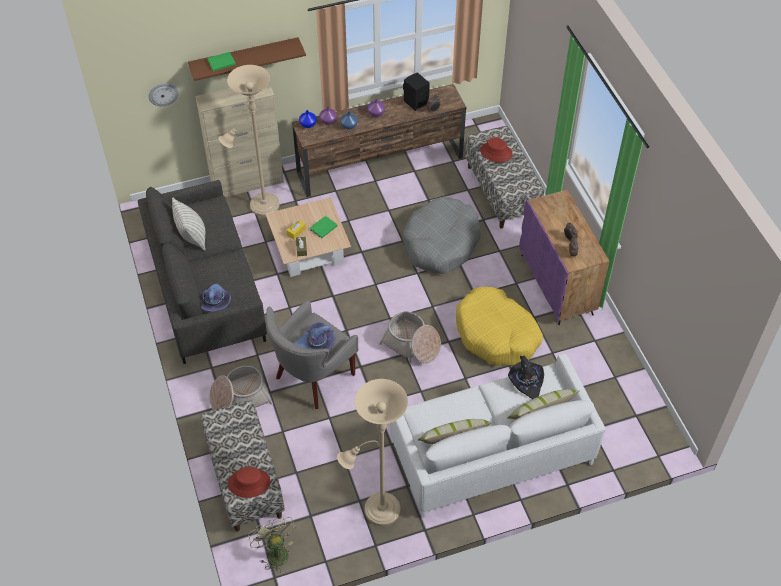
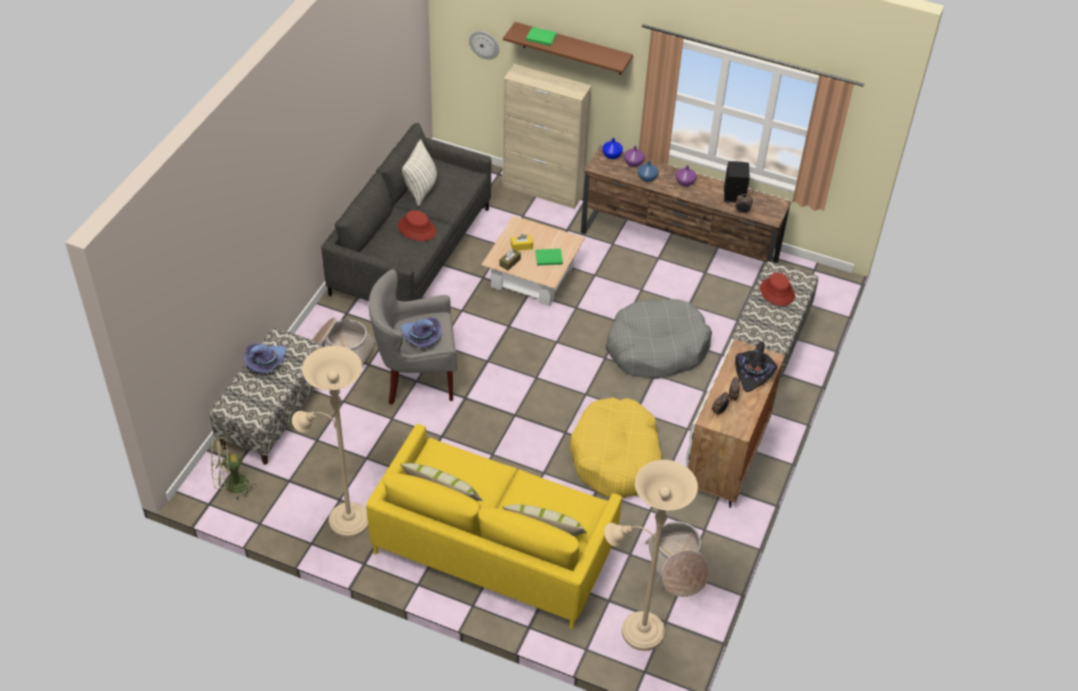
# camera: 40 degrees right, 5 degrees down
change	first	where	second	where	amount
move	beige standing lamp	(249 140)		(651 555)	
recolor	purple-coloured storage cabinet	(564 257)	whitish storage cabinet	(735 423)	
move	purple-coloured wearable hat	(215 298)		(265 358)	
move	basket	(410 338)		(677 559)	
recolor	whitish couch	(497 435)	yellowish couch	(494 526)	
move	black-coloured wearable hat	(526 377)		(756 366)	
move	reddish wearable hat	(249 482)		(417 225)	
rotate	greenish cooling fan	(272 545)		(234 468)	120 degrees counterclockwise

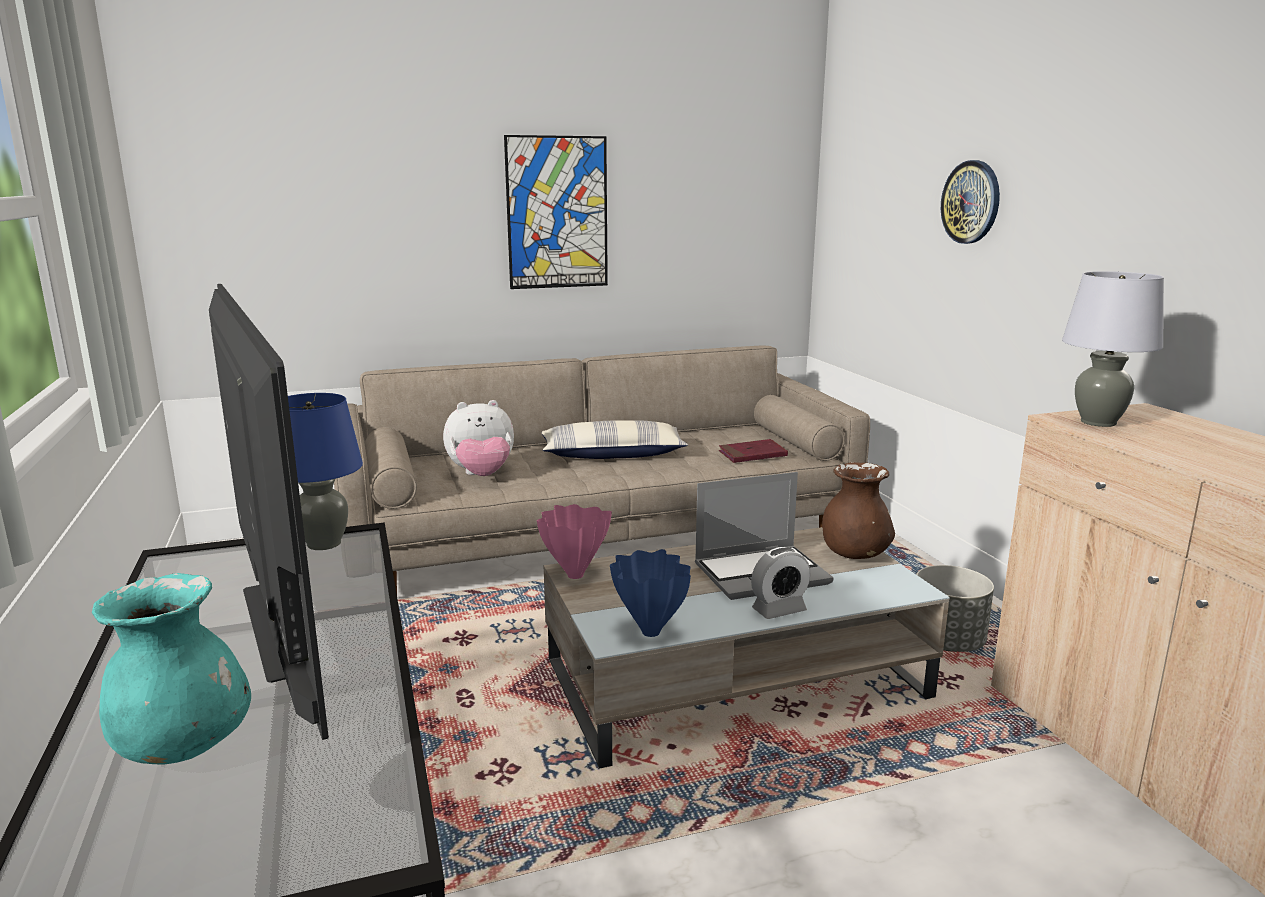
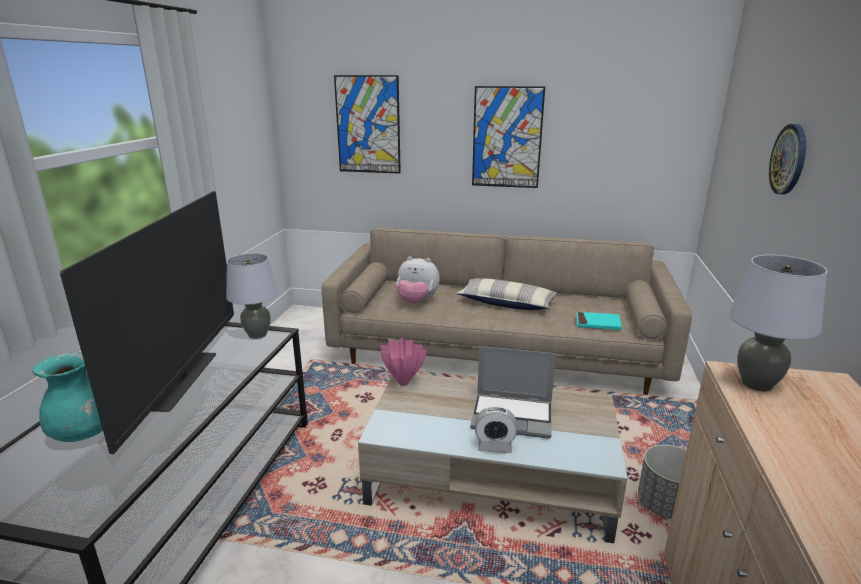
# camera: 30 degrees right, 5 degrees up
change	first	where	second	where	amount
recolor	blue lamp for a table	(325 471)	greyish lamp for a table	(252 296)	
recolor	reddish bound book	(753 451)	turquoise bound book	(599 321)	
delete	brown-coloured flower vase	(858 510)			
delete	blue flower vase	(650 593)			
insert			wall picture	(367 124)	

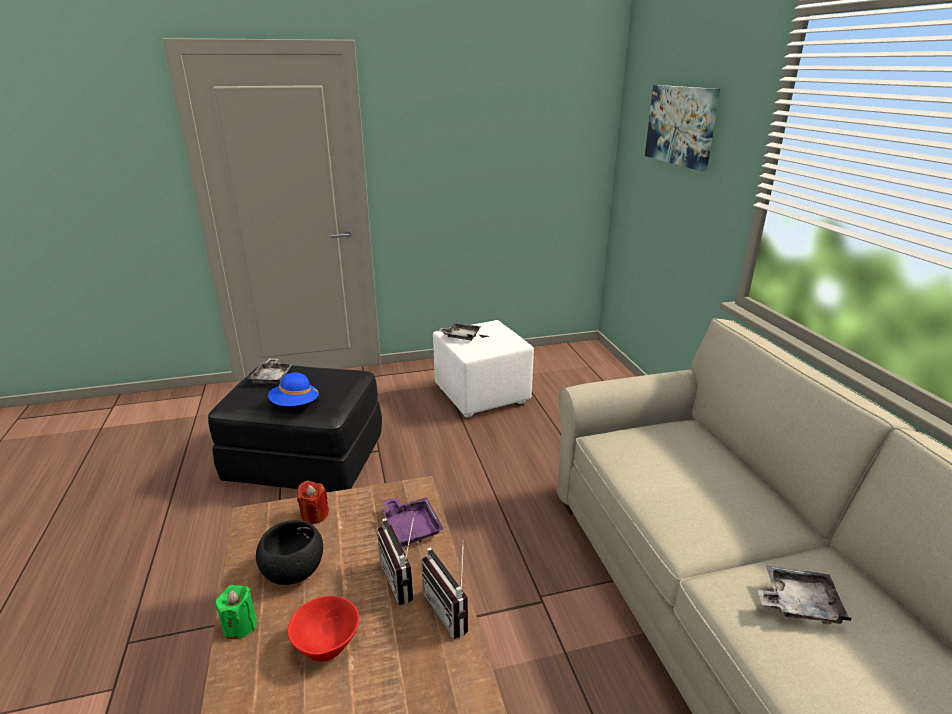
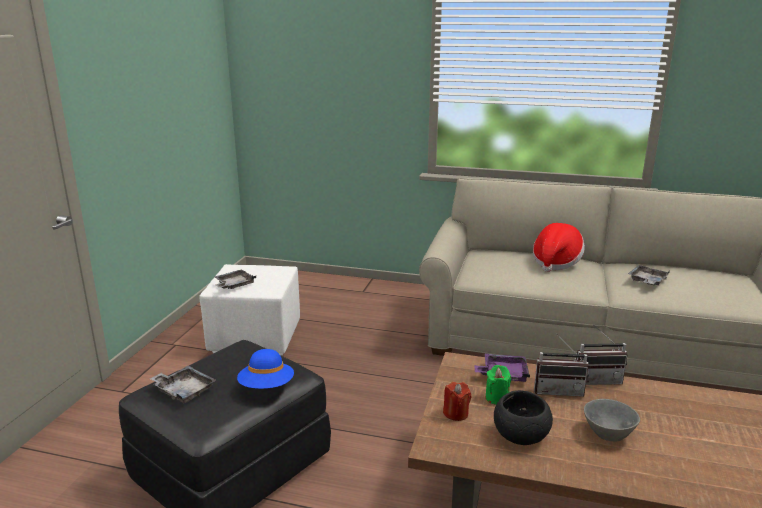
# camera: 60 degrees left, 5 degrees down
change	first	where	second	where	amount
delete	wall picture	(682 128)			
move	greenish wax light	(236 612)		(498 385)	
recolor	reddish bowl	(323 629)	greyish bowl	(612 420)	
insert			wearable hat	(559 247)	

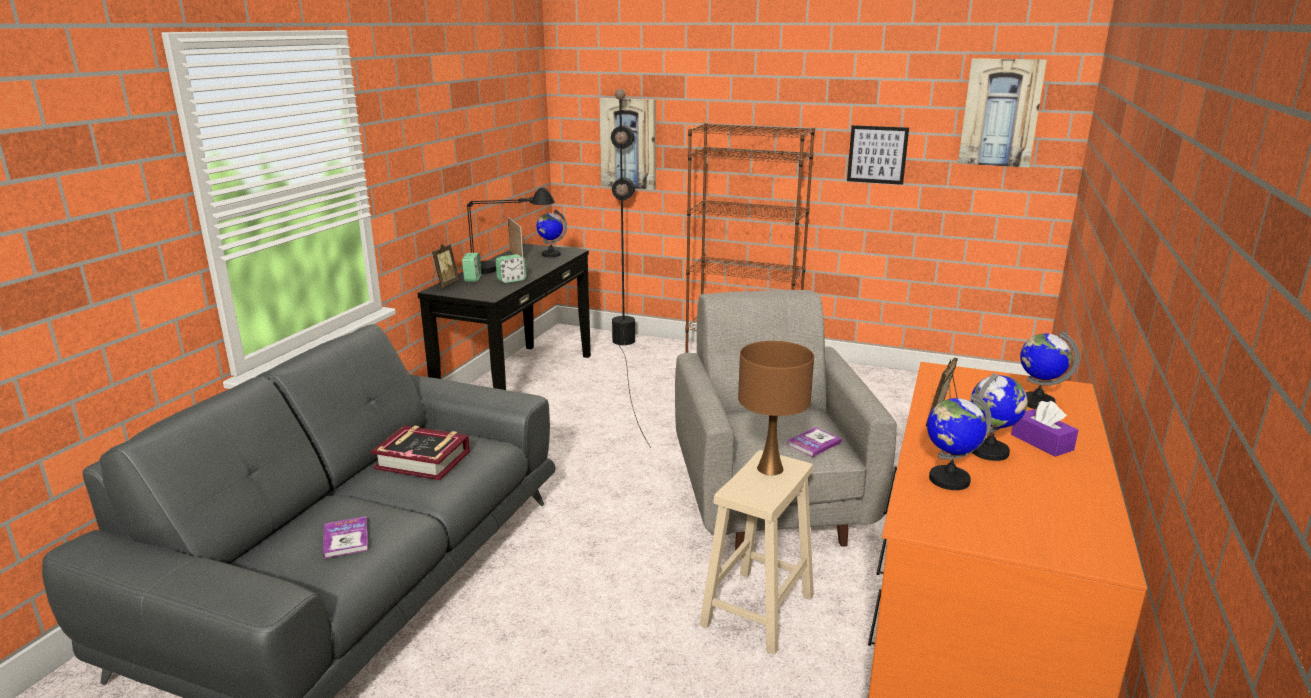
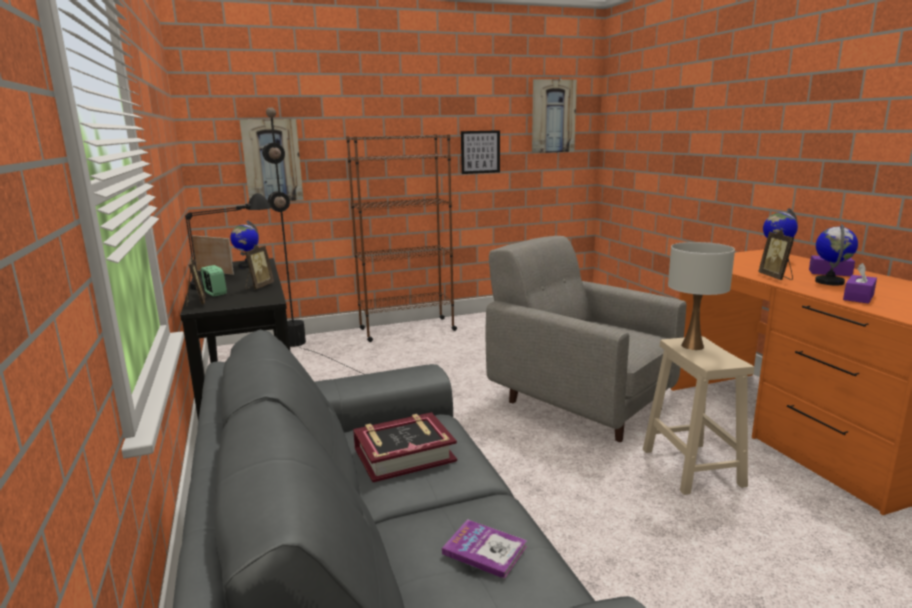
# camera: 40 degrees left, 5 degrees down
change	first	where	second	where	amount
replace	table clock	(511 268)	standing frame	(259 266)	
recolor	brown-coloured lamp for a table	(776 408)	whitish lamp for a table	(701 296)	
replace	world globe	(959 442)	purple-coloured box of tissues	(860 283)	
delete	bound book	(814 442)			

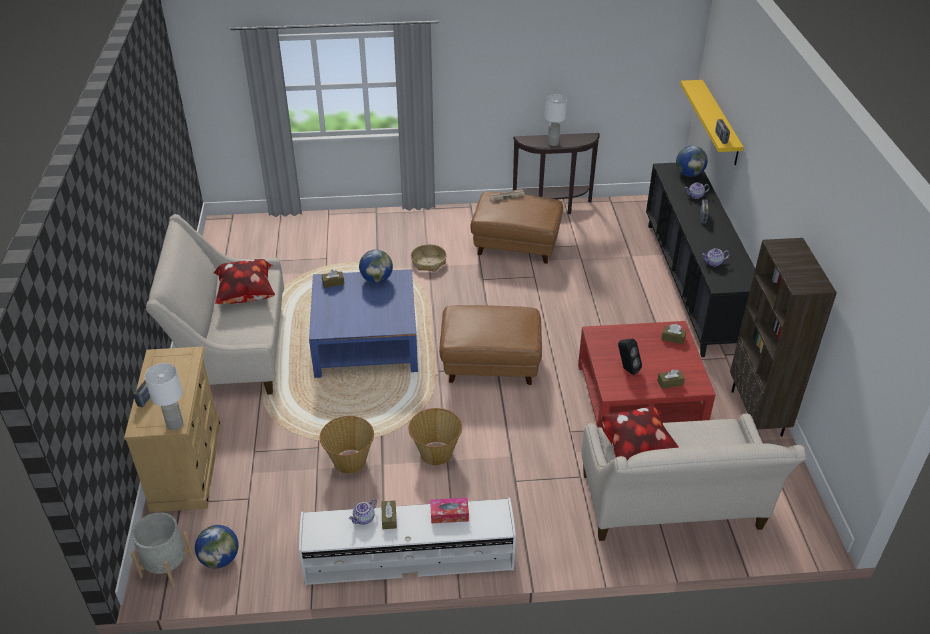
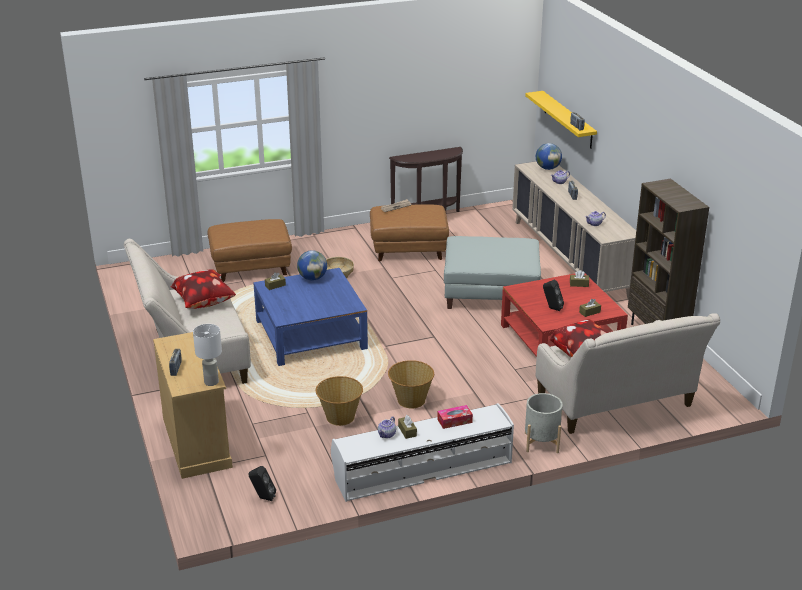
# camera: 15 degrees left, 10 degrees down
change	first	where	second	where	amount
delete	whitish lamp for a table	(556 120)			
recolor	black-coloured storage cabinet	(700 260)	beige storage cabinet	(574 230)	
move	brown-coloured ottoman	(490 345)		(250 250)	
move	greyish planter	(162 550)		(544 423)	
replace	world globe	(217 546)	black-coloured audio speaker	(262 483)	
insert			greyish ottoman	(492 272)	

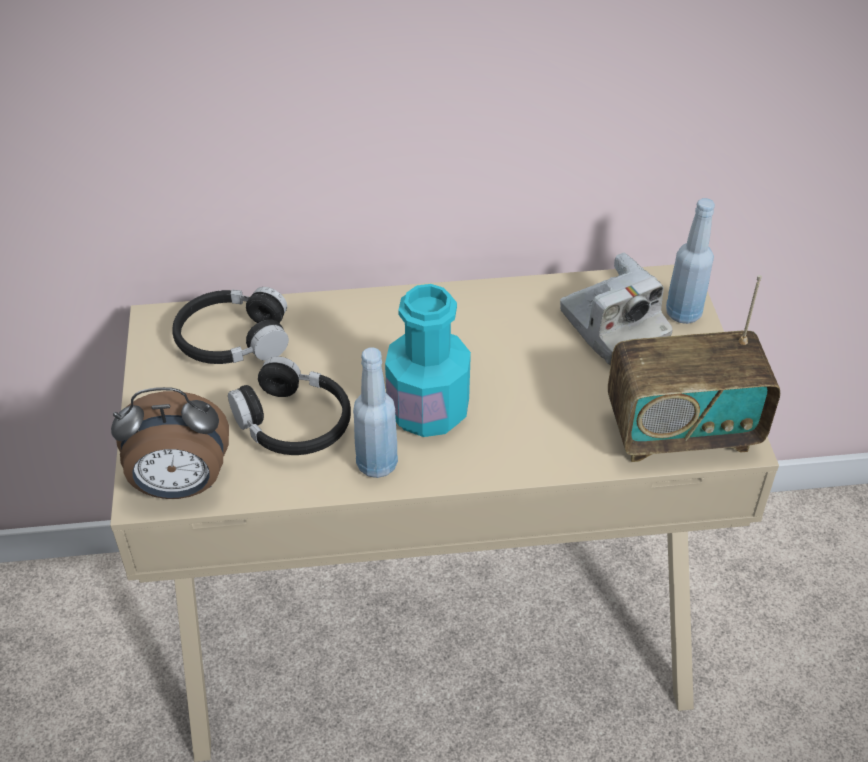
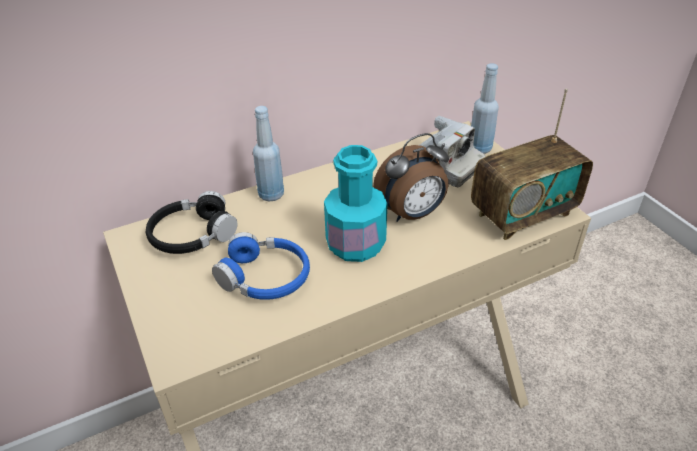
# camera: 20 degrees left, 5 degrees down
change	first	where	second	where	amount
move	blue drink bottle	(375 412)		(268 154)	
recolor	black-coloured headset	(289 405)	blue headset	(261 266)	
move	table clock	(170 443)		(411 177)	

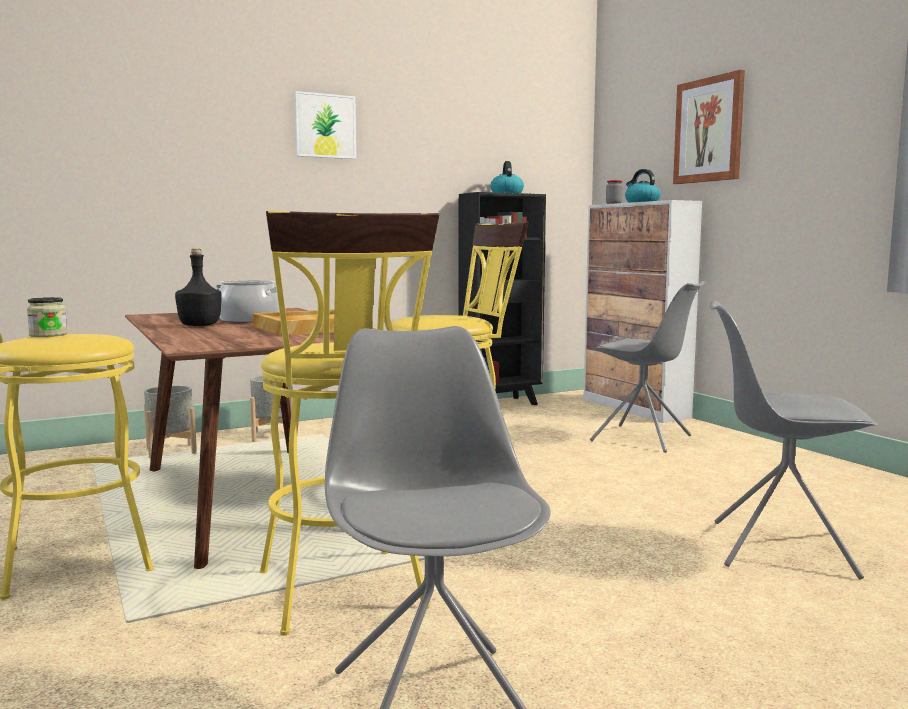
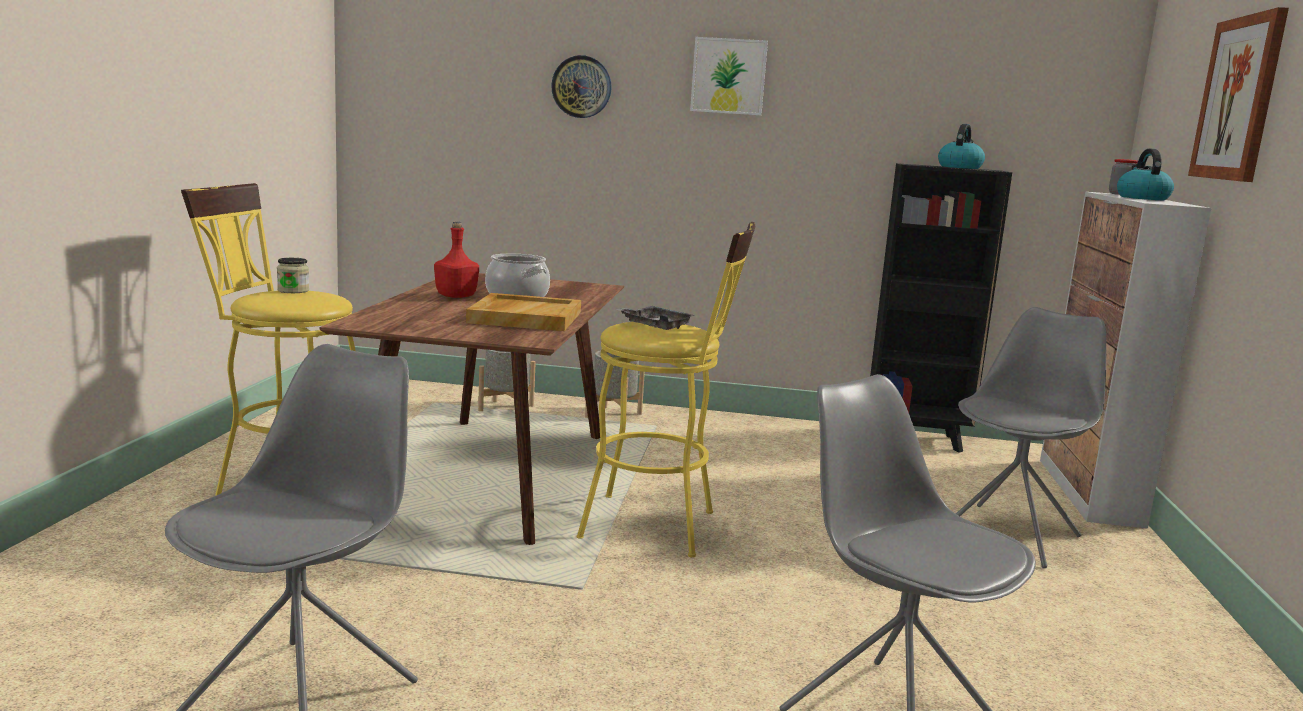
# camera: 35 degrees right, 5 degrees up
change	first	where	second	where	amount
delete	yellowish stool	(349 423)			
recolor	black-coloured drink bottle	(198 287)	reddish drink bottle	(456 260)	
rotate	greyish upright chair	(647 367)		(1031 437)	120 degrees counterclockwise
insert			hanging clock	(581 86)	
insert			greyish carrying tray	(655 318)	

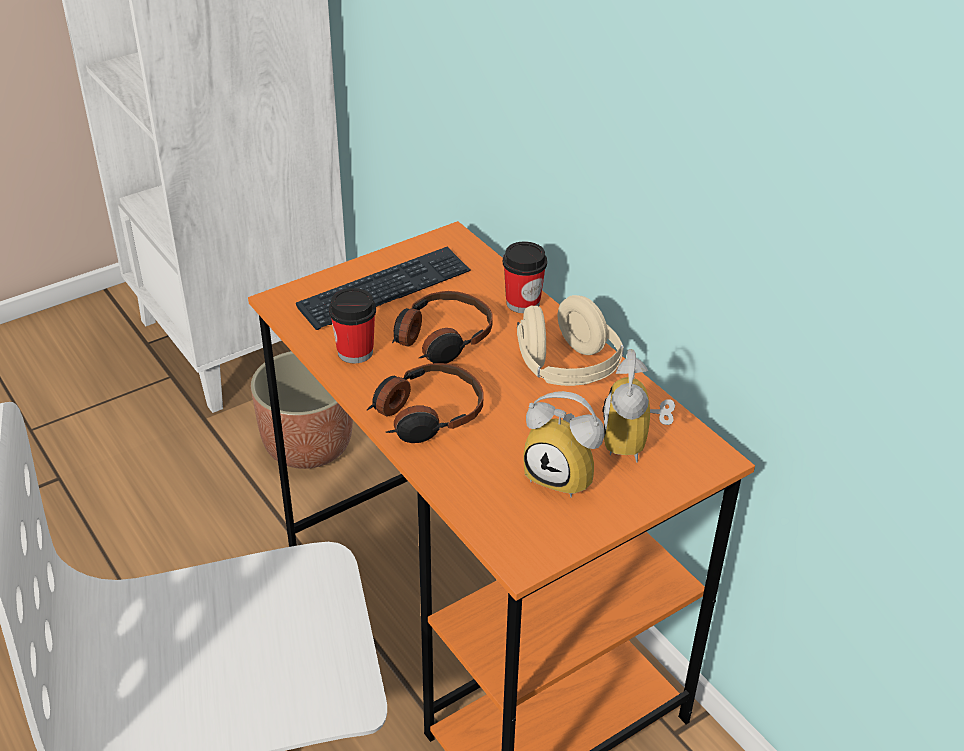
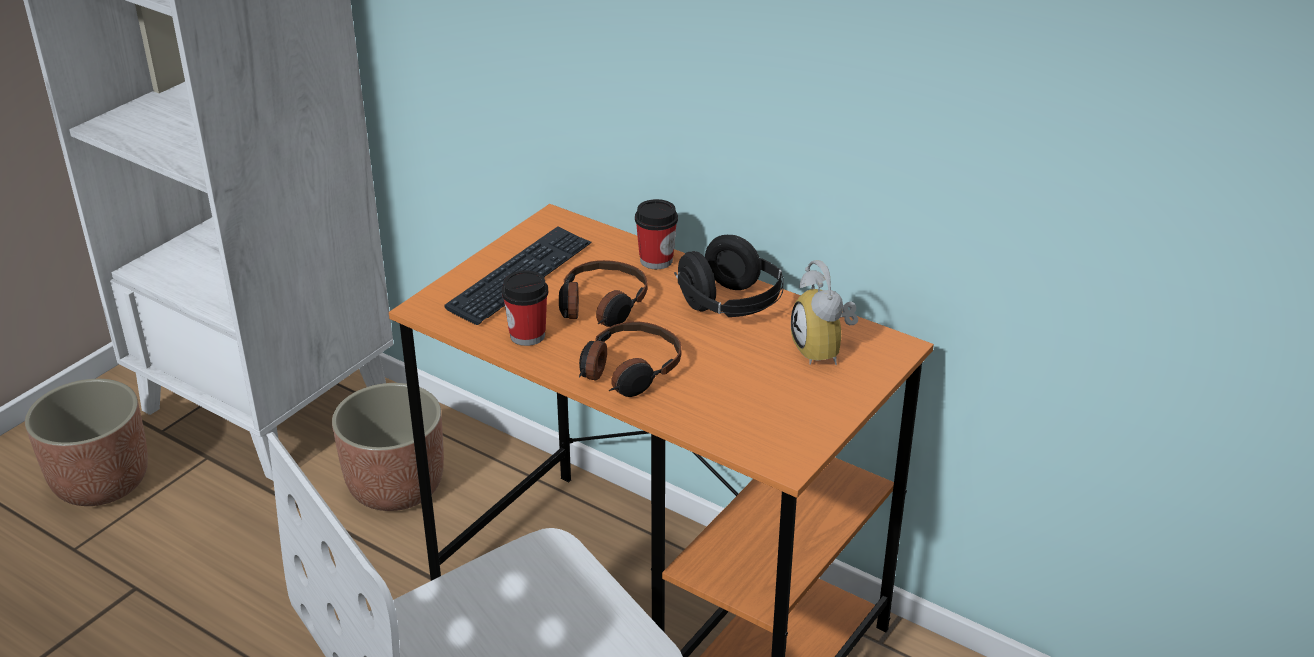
# camera: 20 degrees left, 5 degrees down
change	first	where	second	where	amount
recolor	beige headset	(570 340)	black-coloured headset	(729 276)	
delete	table clock	(563 444)			
insert			planter	(86 442)	

